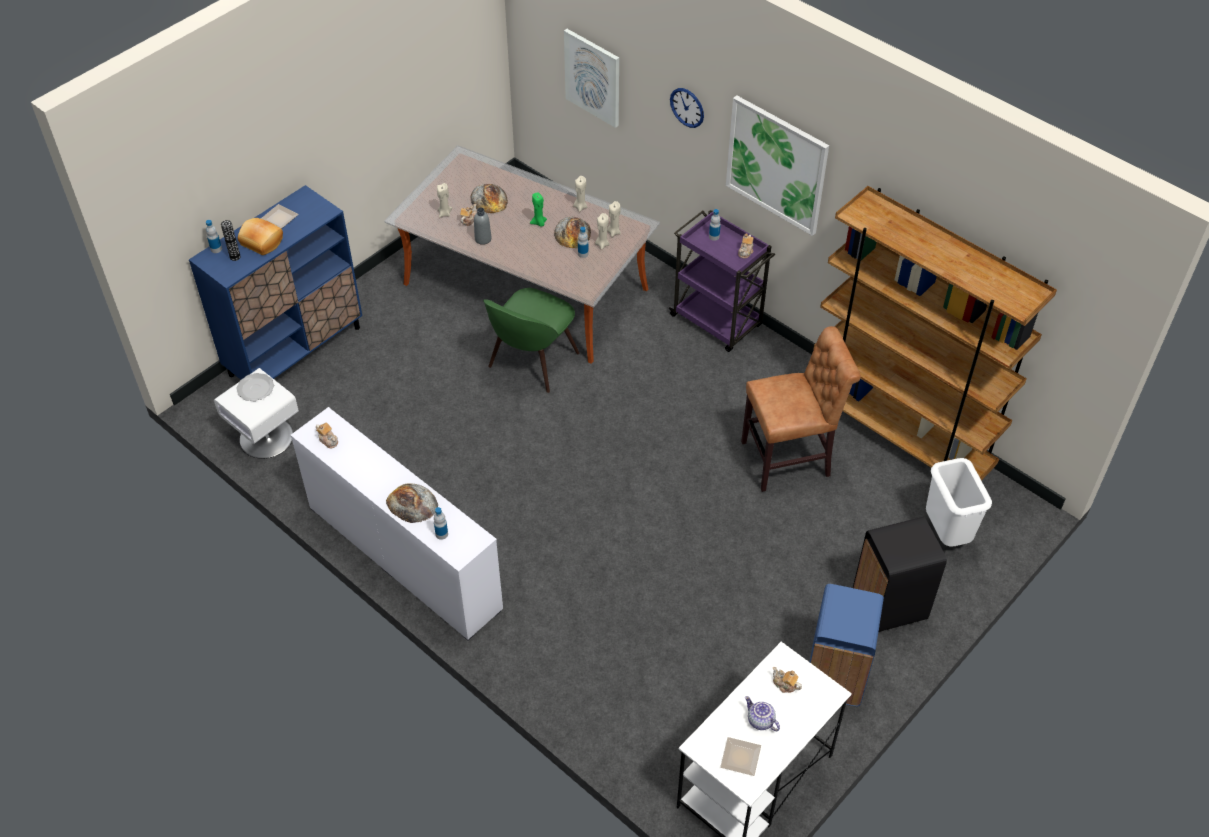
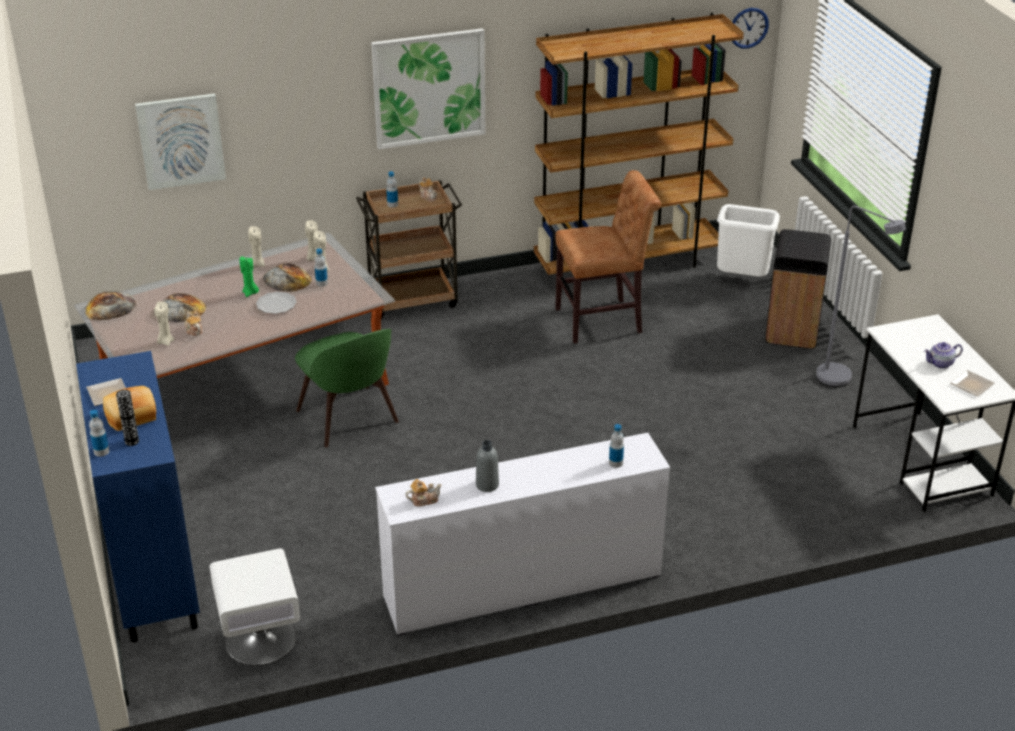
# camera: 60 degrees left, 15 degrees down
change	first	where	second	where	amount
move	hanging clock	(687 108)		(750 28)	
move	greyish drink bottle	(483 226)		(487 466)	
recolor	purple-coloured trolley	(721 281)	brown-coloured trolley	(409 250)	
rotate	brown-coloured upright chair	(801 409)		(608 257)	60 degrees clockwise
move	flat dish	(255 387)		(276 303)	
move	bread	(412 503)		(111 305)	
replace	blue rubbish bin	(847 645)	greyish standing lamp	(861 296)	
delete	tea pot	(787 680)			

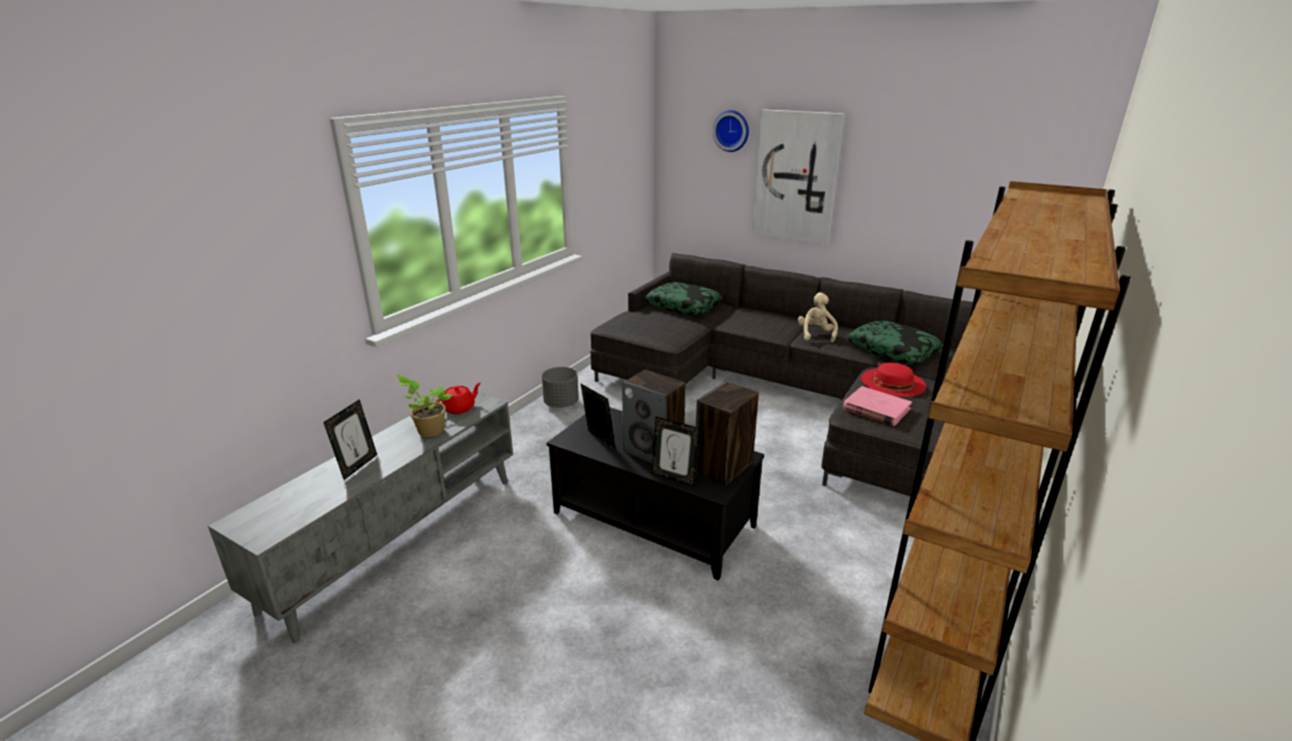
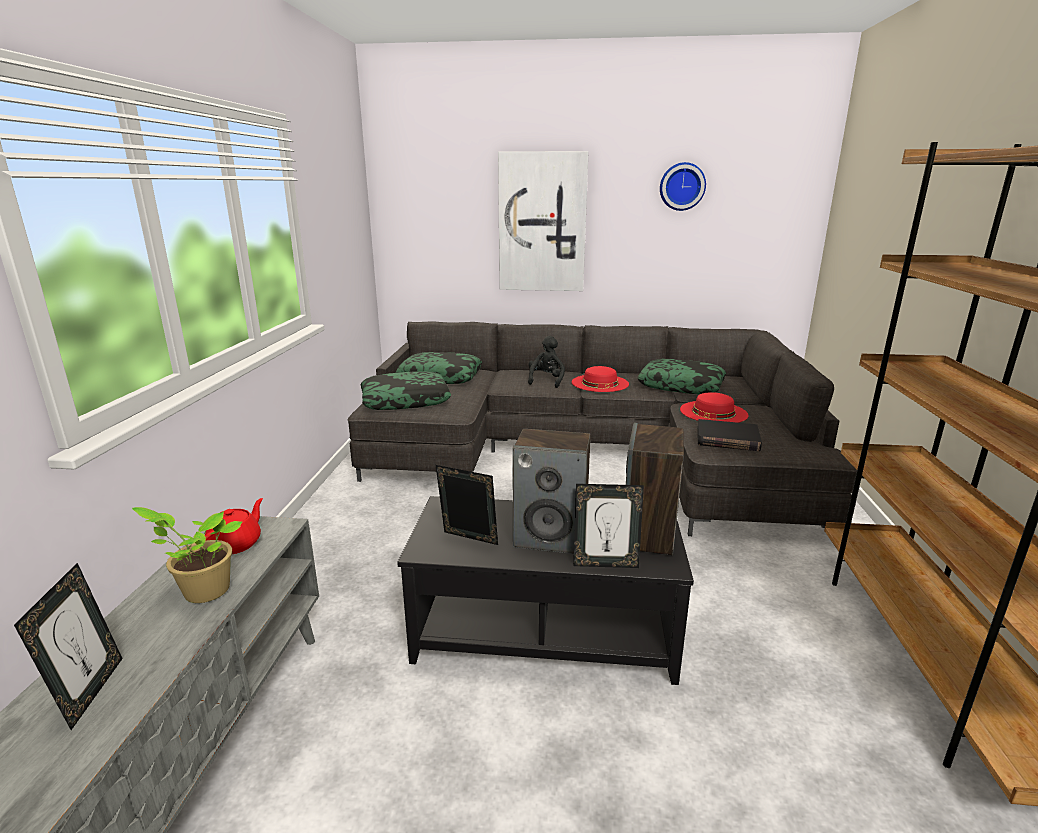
# camera: 25 degrees left, 5 degrees down
change	first	where	second	where	amount
move	hanging clock	(731 131)		(683 186)	
replace	beige soft toy	(818 317)	reddish wearable hat	(600 379)	
delete	greyish planter	(560 387)			
recolor	pinkish bound book	(877 406)	black-coloured bound book	(729 435)	
insert			black-coloured soft toy	(546 362)	
insert			pillow	(406 390)	

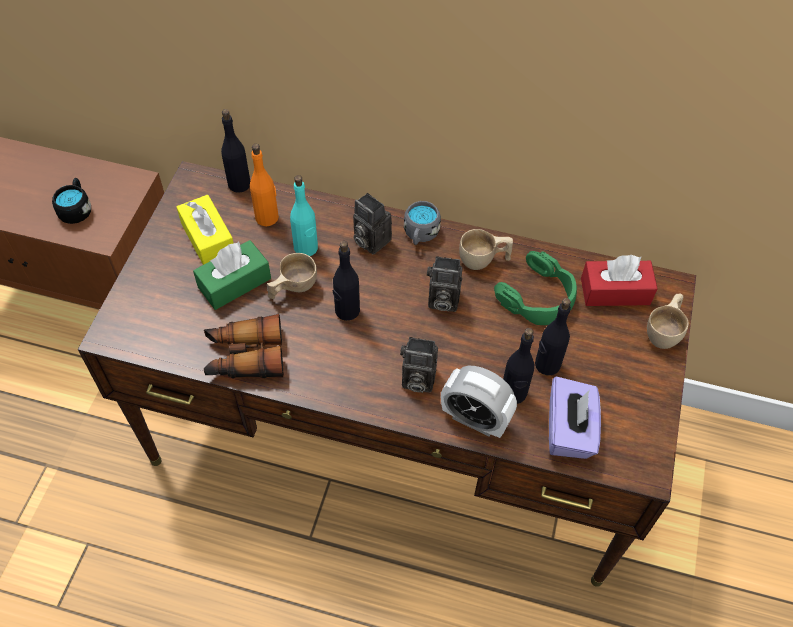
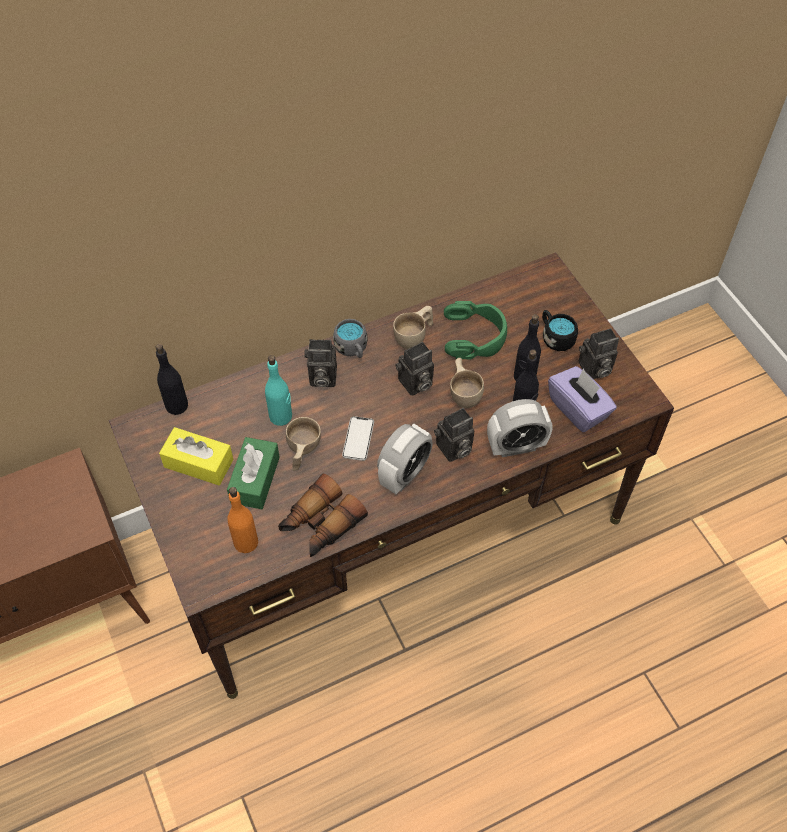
# camera: 40 degrees left, 0 degrees up
change	first	where	second	where	amount
move	orange-coloured drink bottle	(264 185)		(242 520)	
move	black-coloured coffee mug	(71 201)		(560 330)	
replace	black-coloured drink bottle	(346 281)	phone	(358 438)	
delete	reddish box of tissues	(619 280)			
move	beige small cup	(668 321)		(467 383)	
insert			still camera	(599 353)	
insert			table clock	(405 458)	

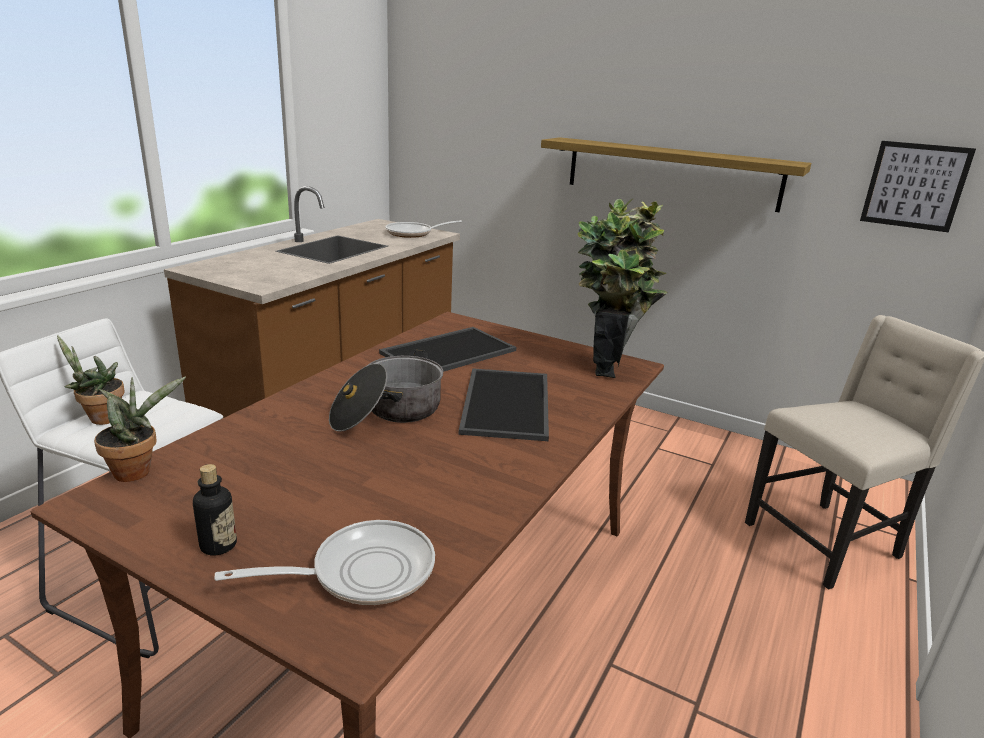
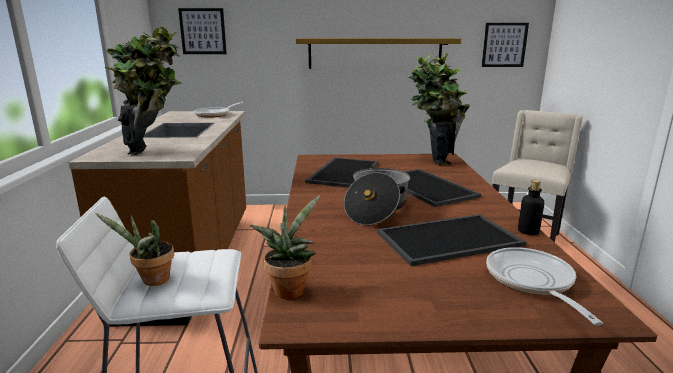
# camera: 30 degrees left, 5 degrees down
change	first	where	second	where	amount
move	drink bottle	(215 509)		(531 207)	
rotate	pan	(325 562)		(544 286)	45 degrees counterclockwise
insert			wall picture	(202 31)	
insert			houseplant	(143 91)	
insert			carrying tray	(451 240)	

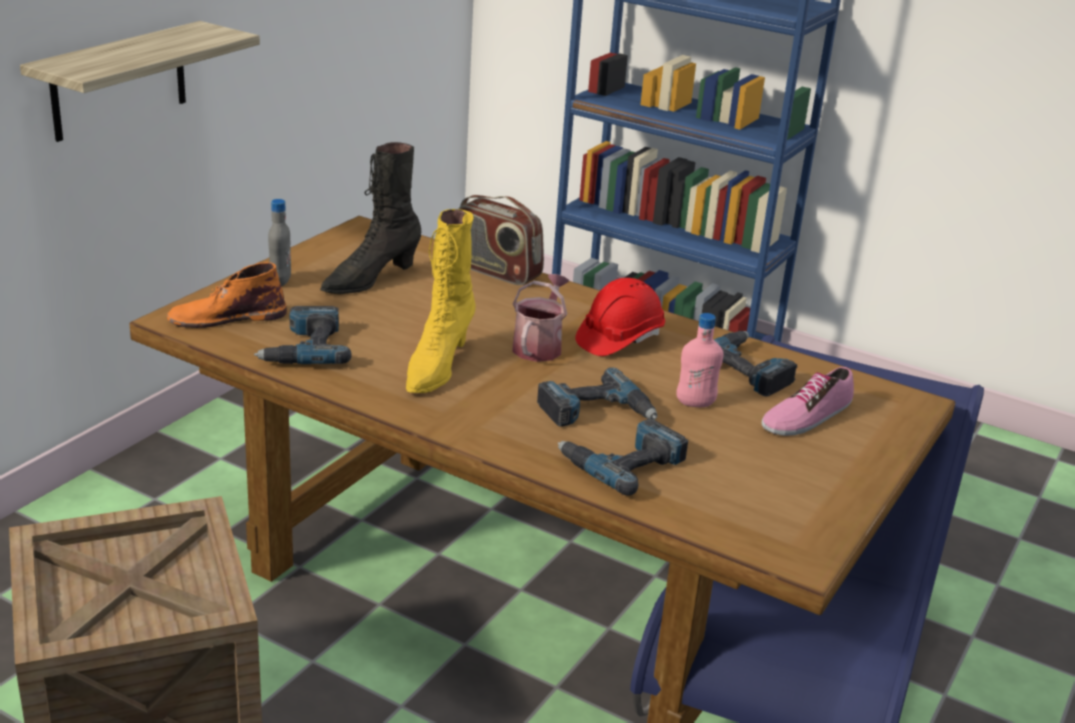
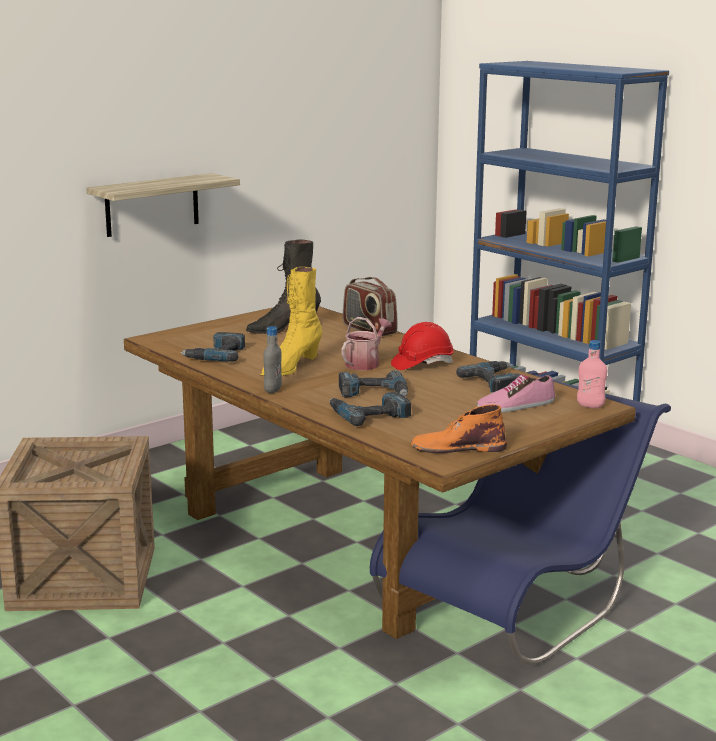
# camera: 20 degrees right, 10 degrees down
change	first	where	second	where	amount
move	greyish drink bottle	(279 242)		(272 360)	
move	orange-coloured tall boot	(227 295)		(459 428)	
move	pinkish drink bottle	(699 360)		(592 374)	

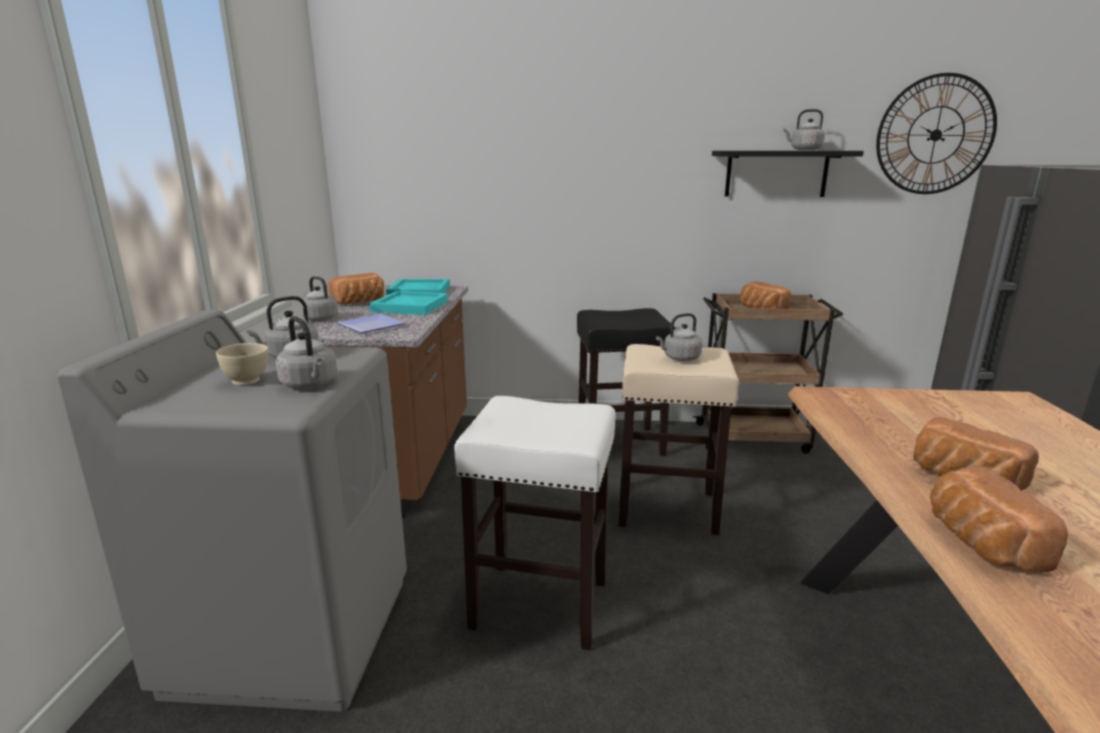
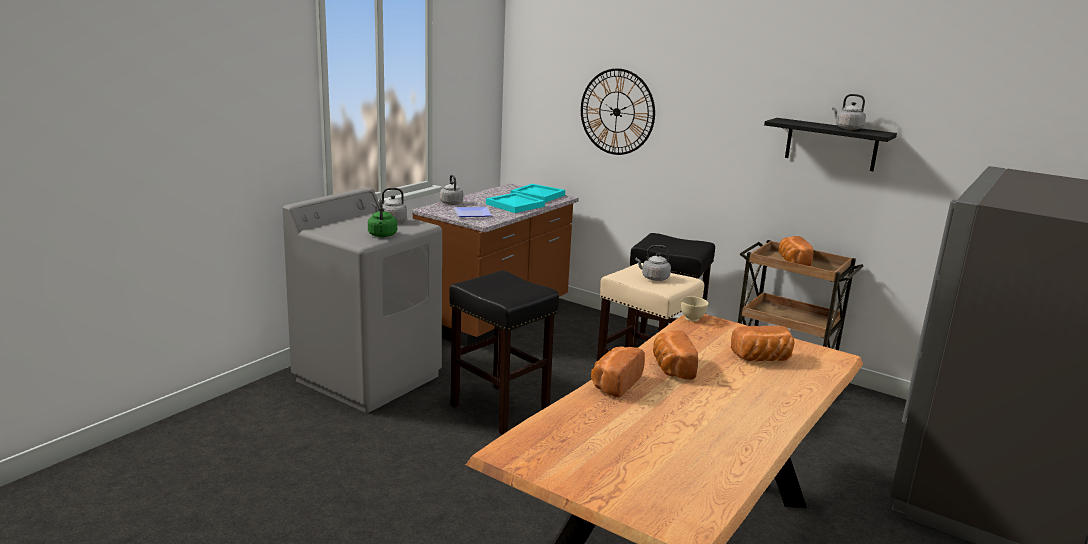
# camera: 30 degrees right, 0 degrees up
change	first	where	second	where	amount
move	hanging clock	(936 133)		(618 111)	
move	bread	(356 288)		(762 343)	
recolor	greyish water kettle	(306 352)	greenish water kettle	(382 218)	
move	beige bowl	(242 364)		(694 308)	
recolor	whitish stool	(535 523)	black-coloured stool	(504 352)	

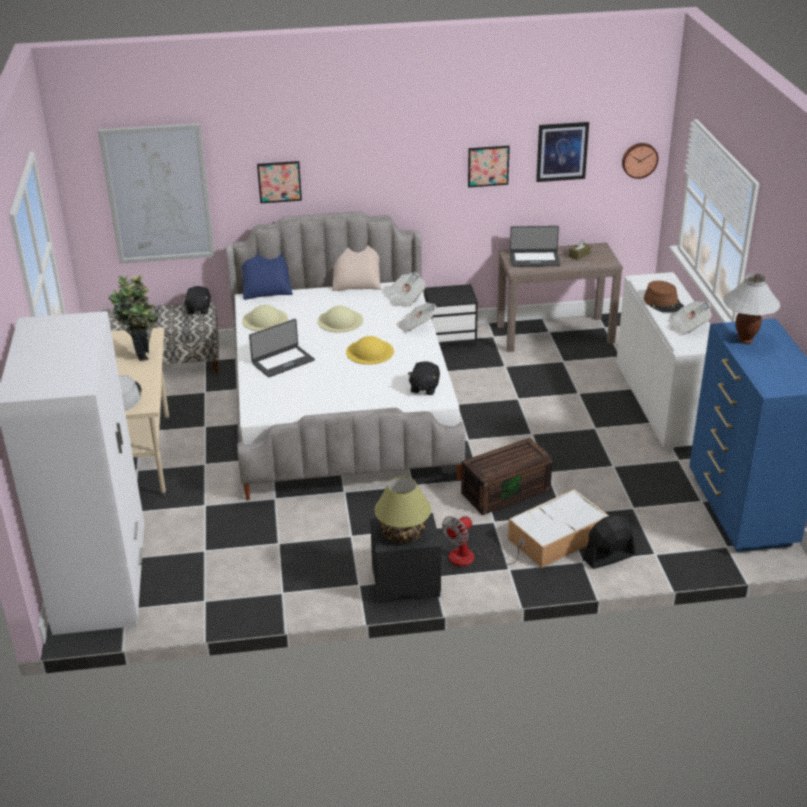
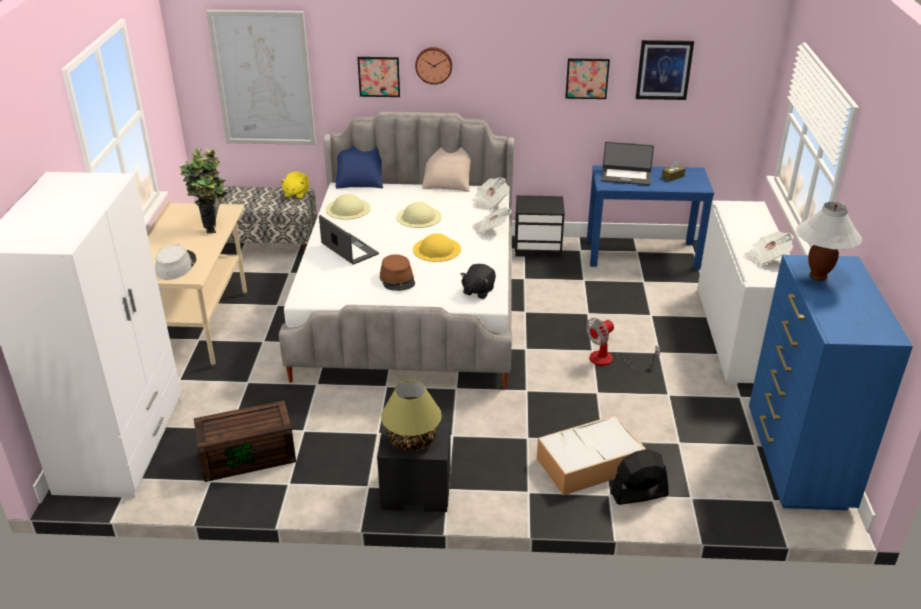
# camera: 10 degrees right, 0 degrees up
change	first	where	second	where	amount
move	hanging clock	(640 161)		(433 66)	
recolor	brown-coloured hall table	(560 297)	blue hall table	(650 217)	
move	brown-coloured wearable hat	(664 296)		(397 272)	
recolor	black-coloured soft toy	(196 300)	yellowish soft toy	(294 185)	
rotate	notebook computer	(282 348)		(349 240)	105 degrees counterclockwise
move	brown-coloured storage bin	(507 476)		(245 441)	
move	cooling fan	(483 541)		(623 344)	

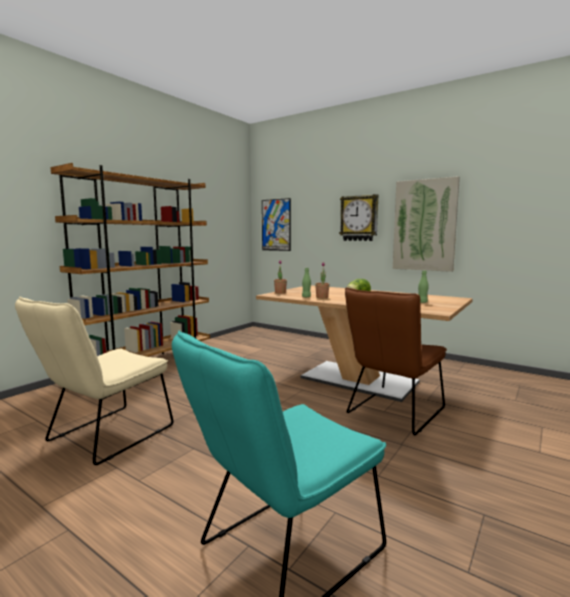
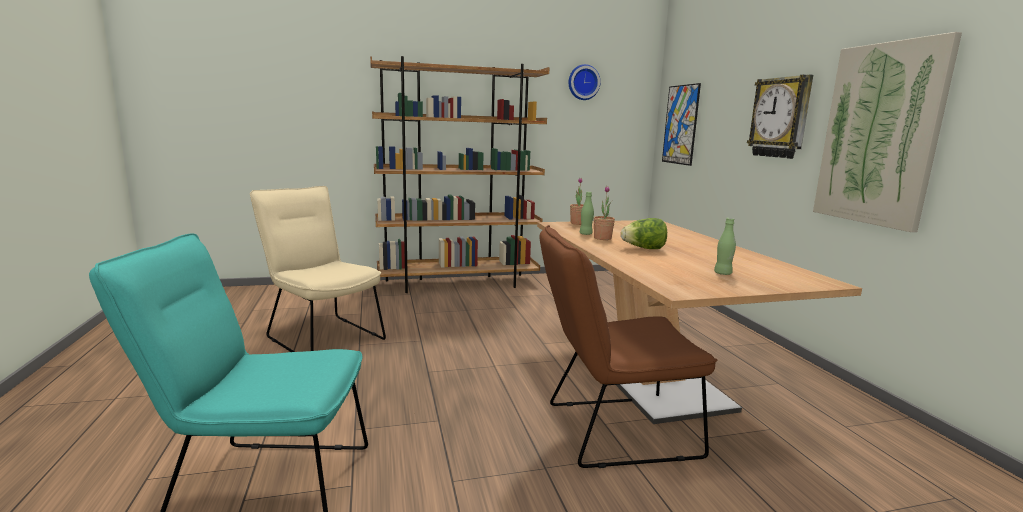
# camera: 40 degrees right, 5 degrees up
change	first	where	second	where	amount
rotate	beige upright chair	(94 380)		(318 269)	60 degrees clockwise
insert			hanging clock	(585 82)	

